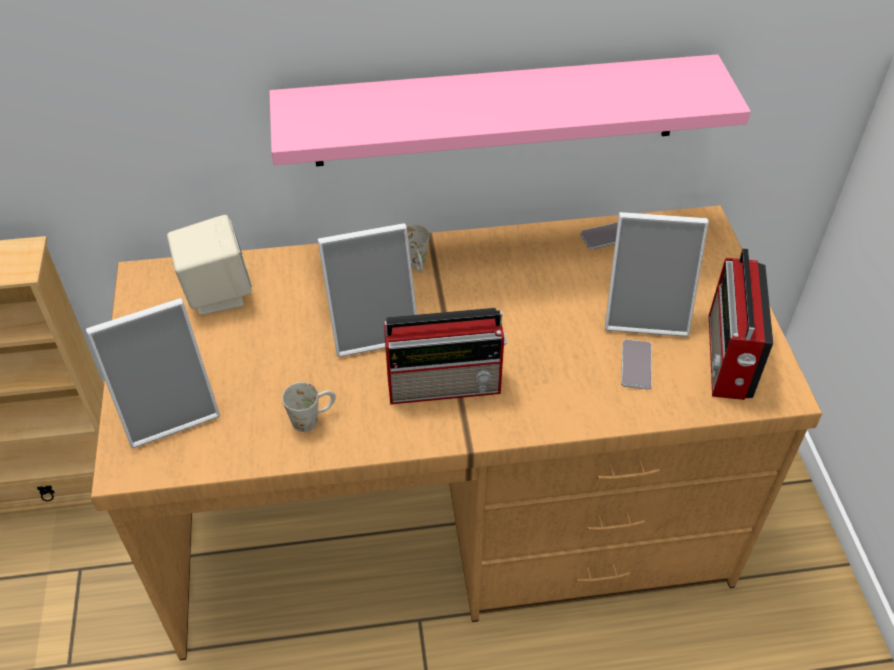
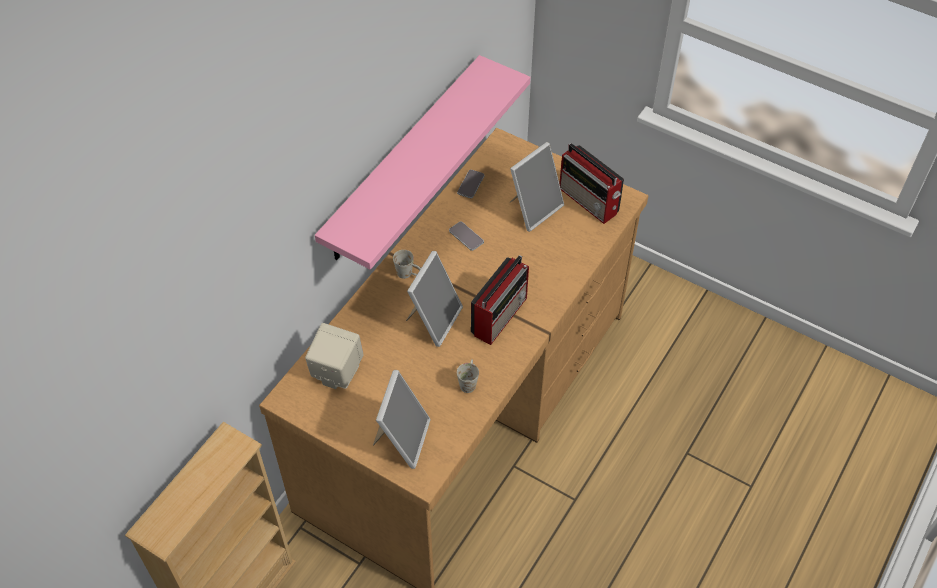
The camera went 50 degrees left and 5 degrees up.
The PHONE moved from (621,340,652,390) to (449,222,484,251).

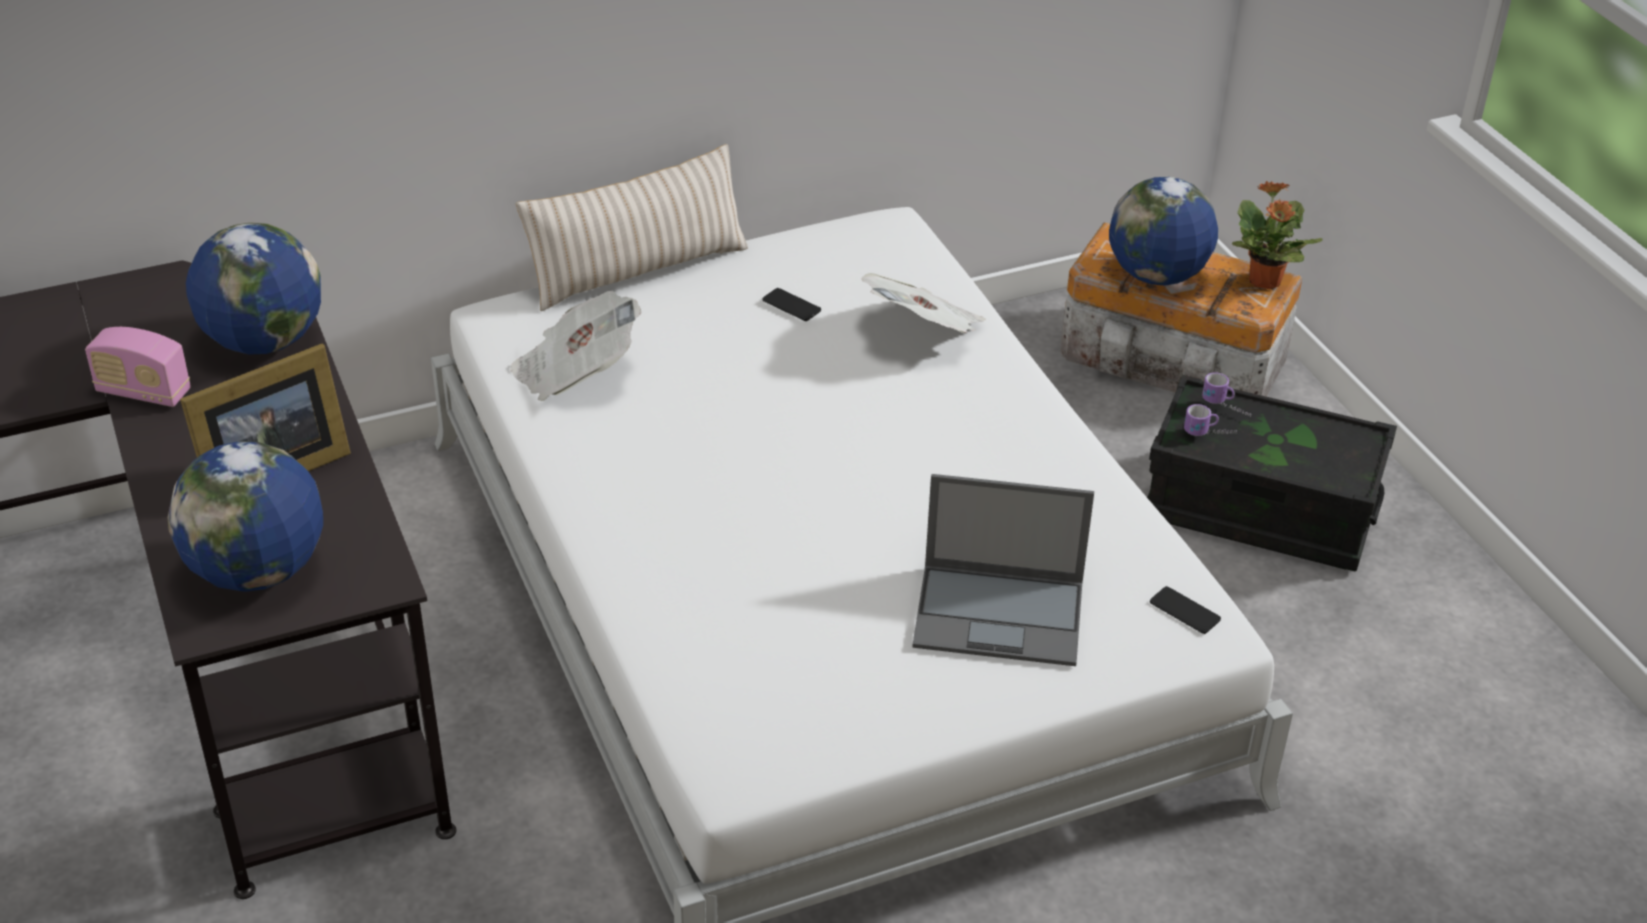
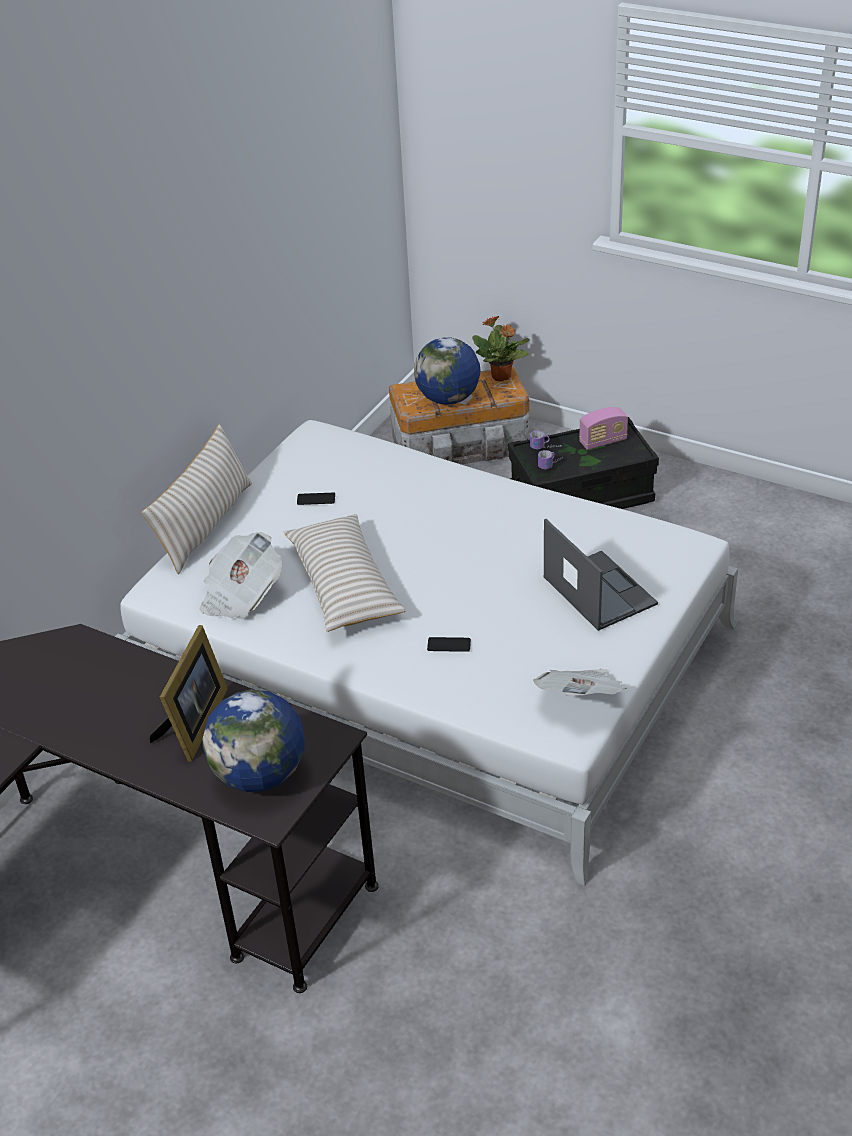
The camera went 35 degrees left and 0 degrees up.
The RADIO moved from (85,327,191,407) to (579,407,628,450).
The WORLD GLOBE at (186,223,321,354) disappeared.
The NEWSPAPER moved from (861,273,985,333) to (533,669,627,696).
The PORTABLE COMPUTER at (912,474,1094,666) turned 90 degrees counterclockwise.
The PHONE moved from (1150,586,1221,634) to (427,637,471,652).
The BEIGE-COLOURED THROW PILLOW at (283,514,406,632) appeared.

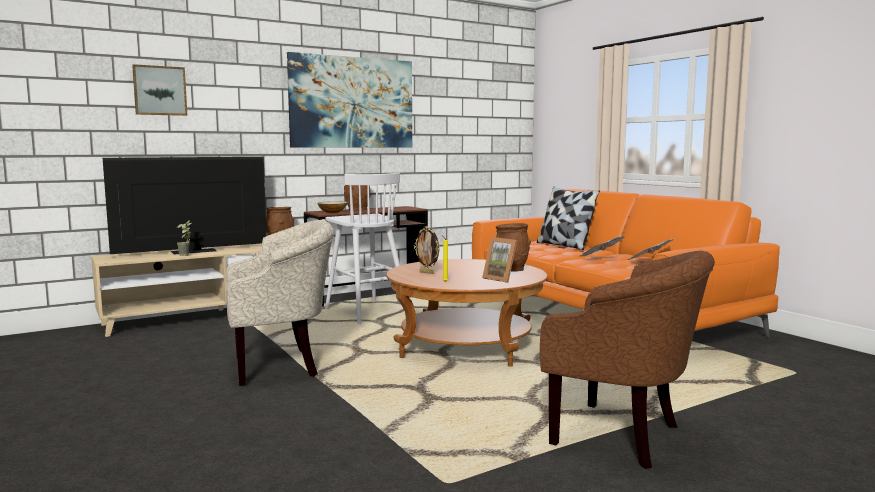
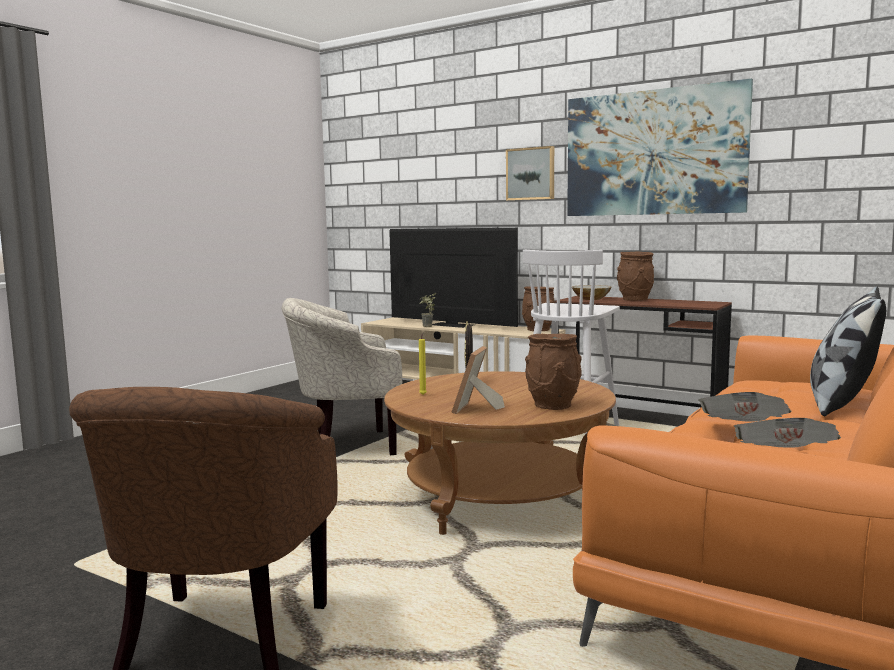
The camera went 65 degrees right and 0 degrees up.
The WALL ART moved from (132,64,187,116) to (506,146,554,201).
The BEIGE-COLOURED ARMCHAIR at (226,220,335,386) turned 120 degrees clockwise.

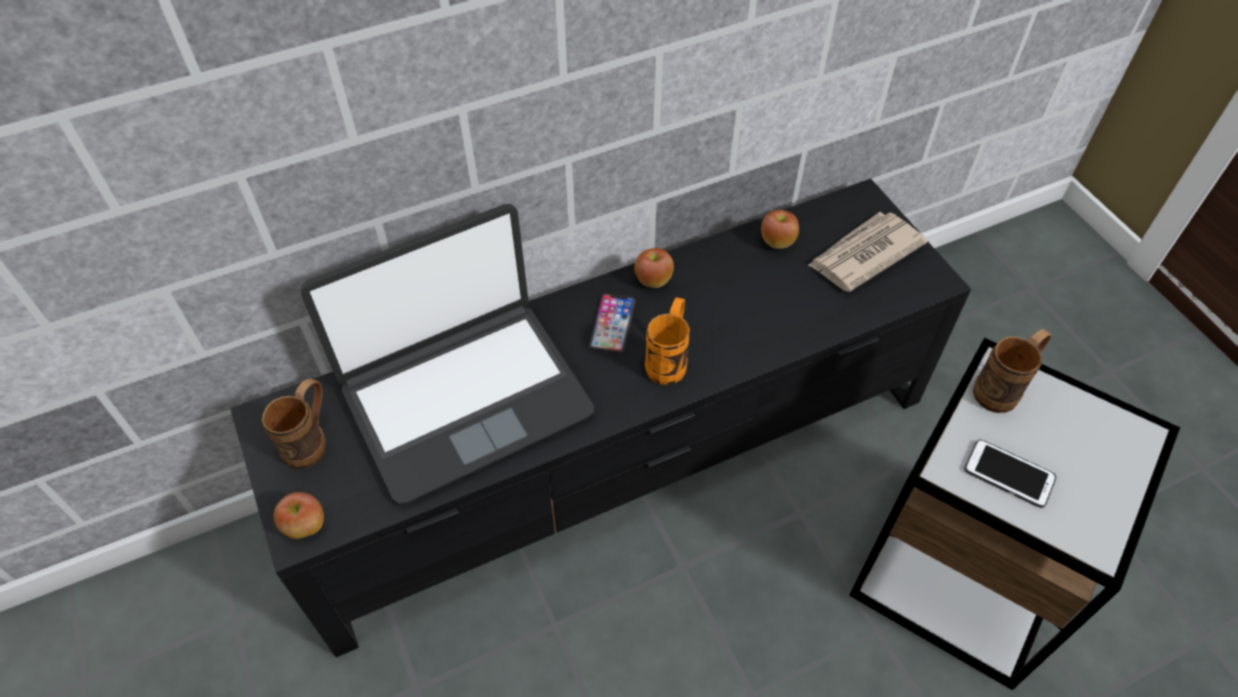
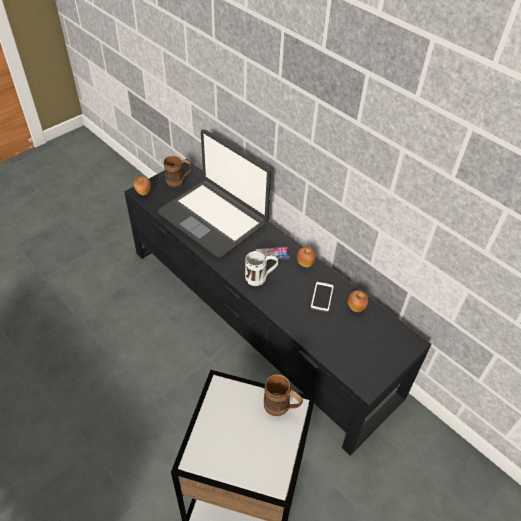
The camera went 70 degrees right and 5 degrees down.
The ORANGEY COFFEE MUG at (645,297,690,385) became the WHITE-COLOURED COFFEE MUG at (245,251,278,286).
The NEWSPAPER at (807,212,927,292) disappeared.
The PHONE moved from (964,439,1056,508) to (310,281,334,312).

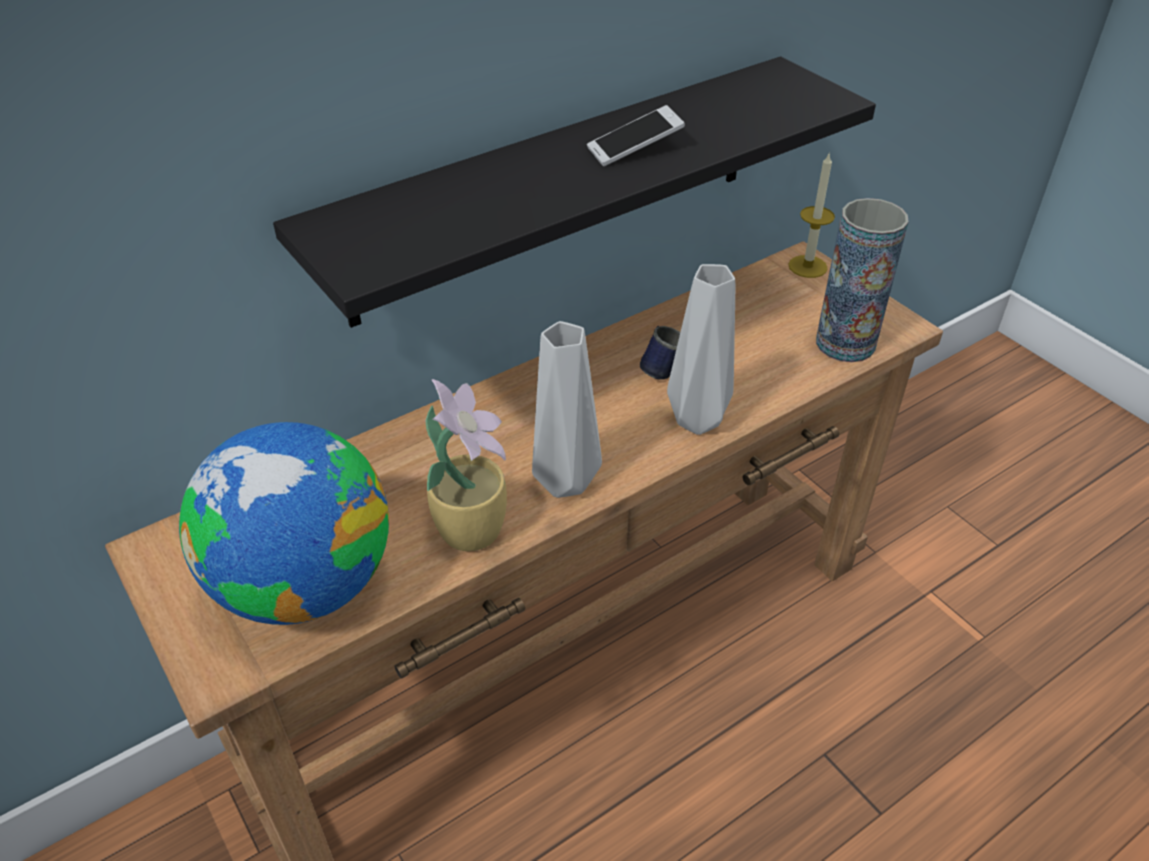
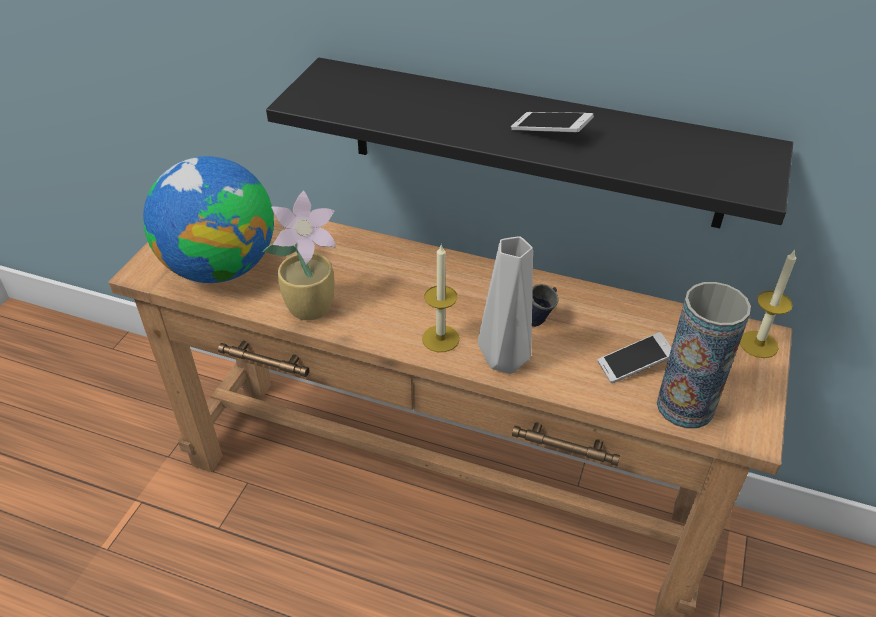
The camera went 55 degrees right and 0 degrees up.
The GRAY VASE at (532,321,602,498) disappeared.
The WAX LIGHT at (422,245,459,352) appeared.
The PHONE at (598,332,672,383) appeared.

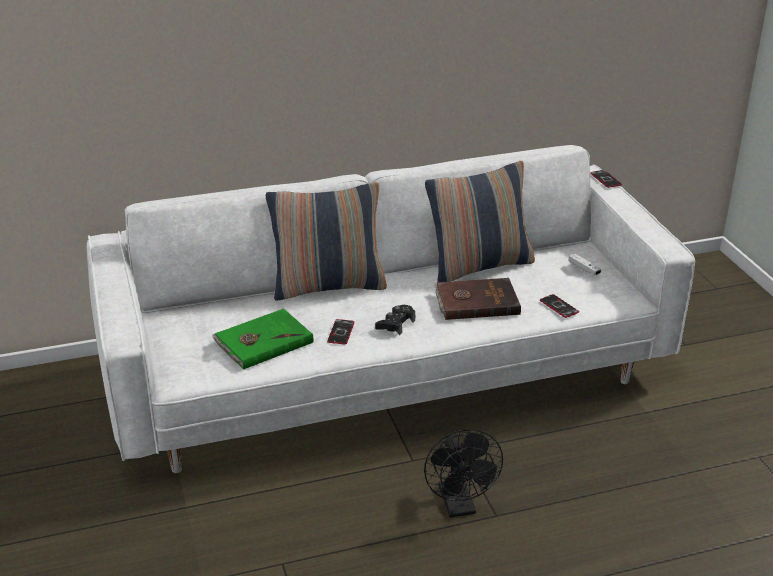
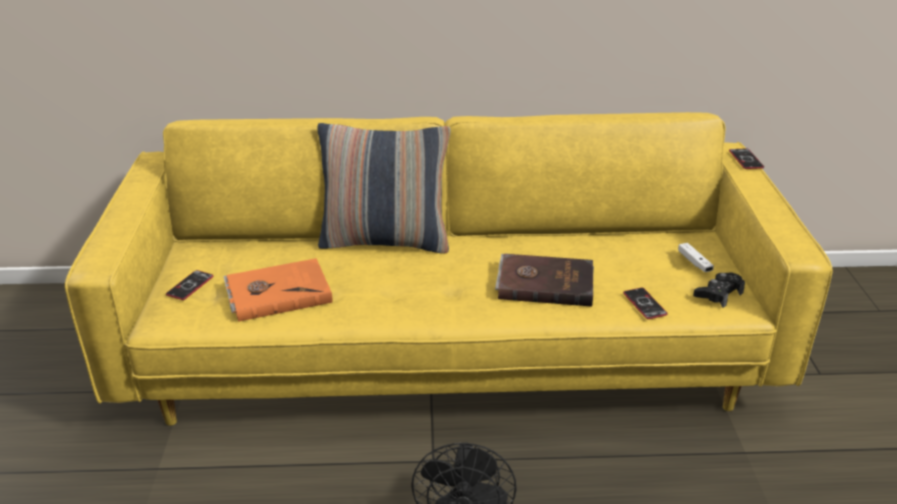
The camera went 15 degrees right and 0 degrees up.
The WHITE-COLOURED COUCH at (86,145,695,473) became the YELLOW-COLOURED COUCH at (65,112,832,426).
The GREENISH BOUND BOOK at (212,309,313,370) became the ORANGEY BOUND BOOK at (223,258,333,322).
The PHONE moved from (327,319,355,344) to (166,270,213,300).
The BLACKISH GAMEPAD moved from (375,305,415,335) to (693,272,745,308).
The THROW PILLOW at (425,161,535,282) disappeared.

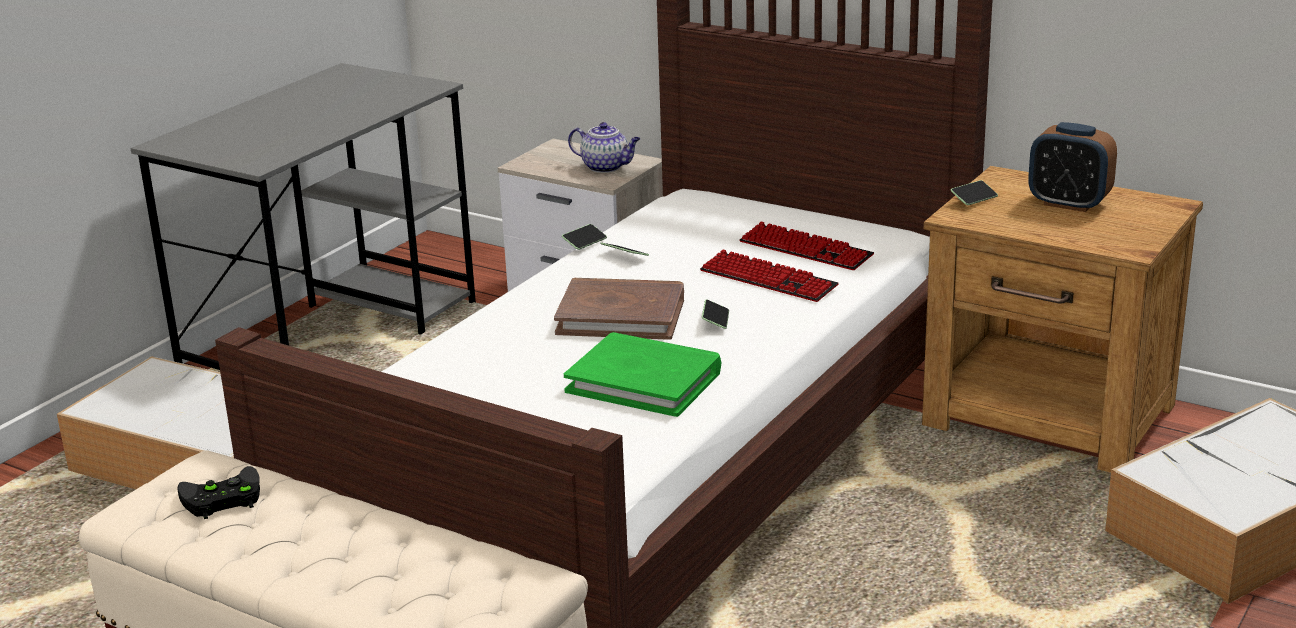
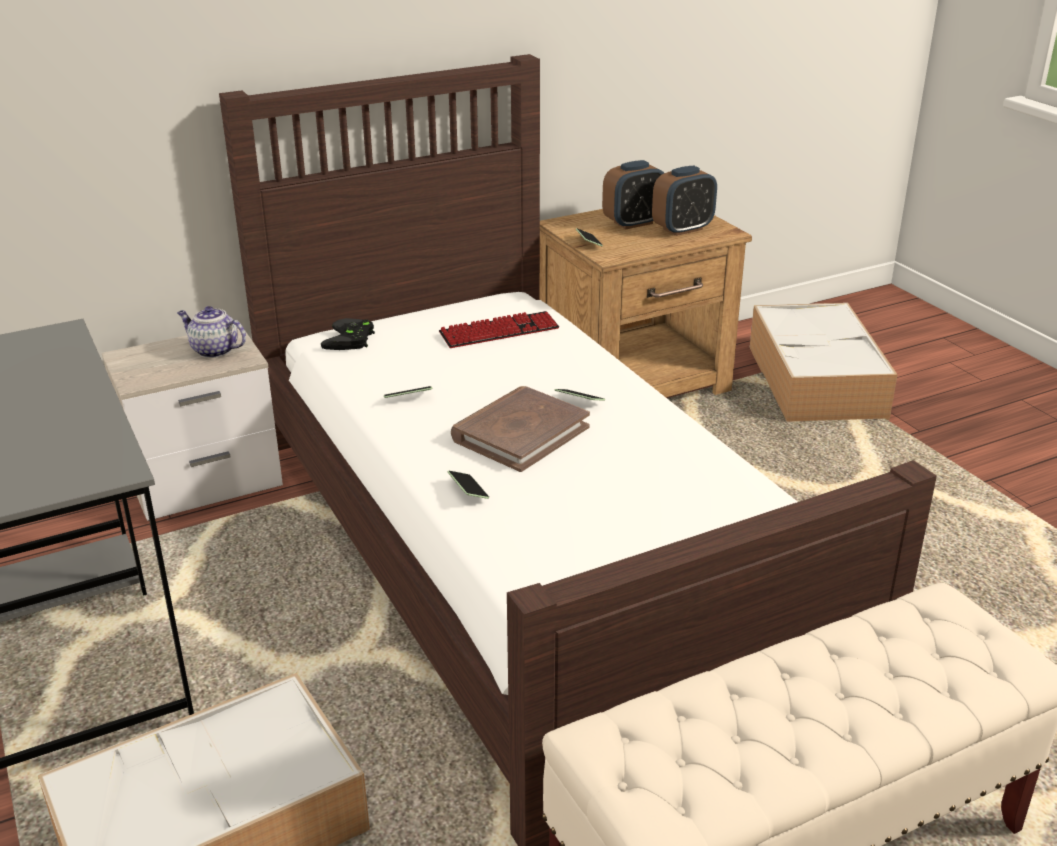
The camera went 60 degrees left and 5 degrees up.
The BLACKISH GAMEPAD moved from (178,466,260,519) to (321,318,375,350).
The PHONE moved from (562,224,607,250) to (448,471,489,499).
The GREENISH BOUND BOOK at (564,332,721,417) disappeared.
The POT FOR TEA at (568,122,640,173) turned 120 degrees counterclockwise.
The COMPUTER KEYBOARD at (700,250,839,302) disappeared.
The TABLE CLOCK at (652,166,717,236) appeared.

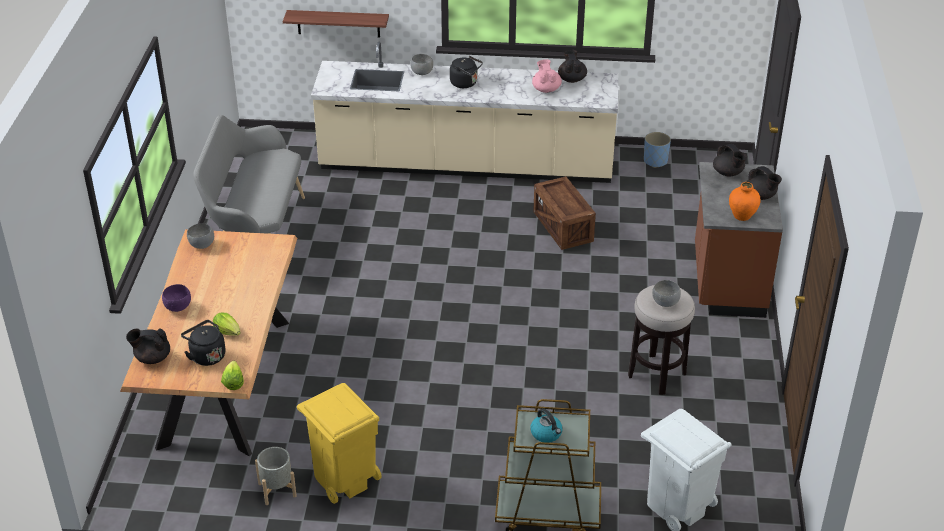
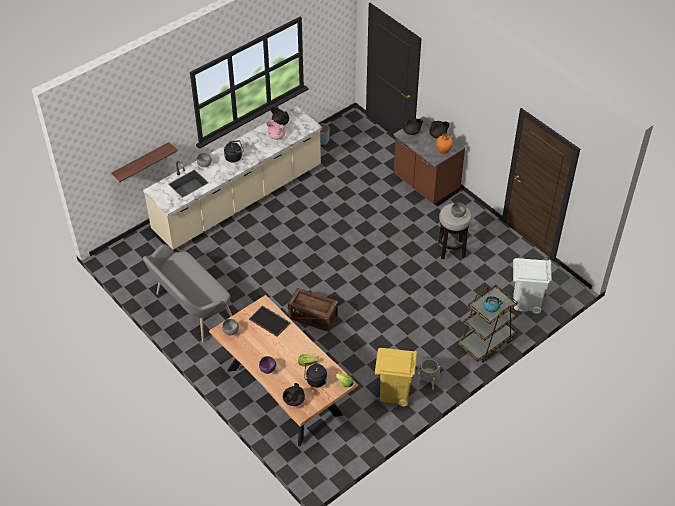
The camera went 45 degrees left and 10 degrees up.
The GRAY FLOWER POT moved from (255,447,297,505) to (417,359,441,390).
The PACKING CRATE moved from (533,176,596,250) to (288,288,338,332).
The TRAY at (249,305,290,337) appeared.

